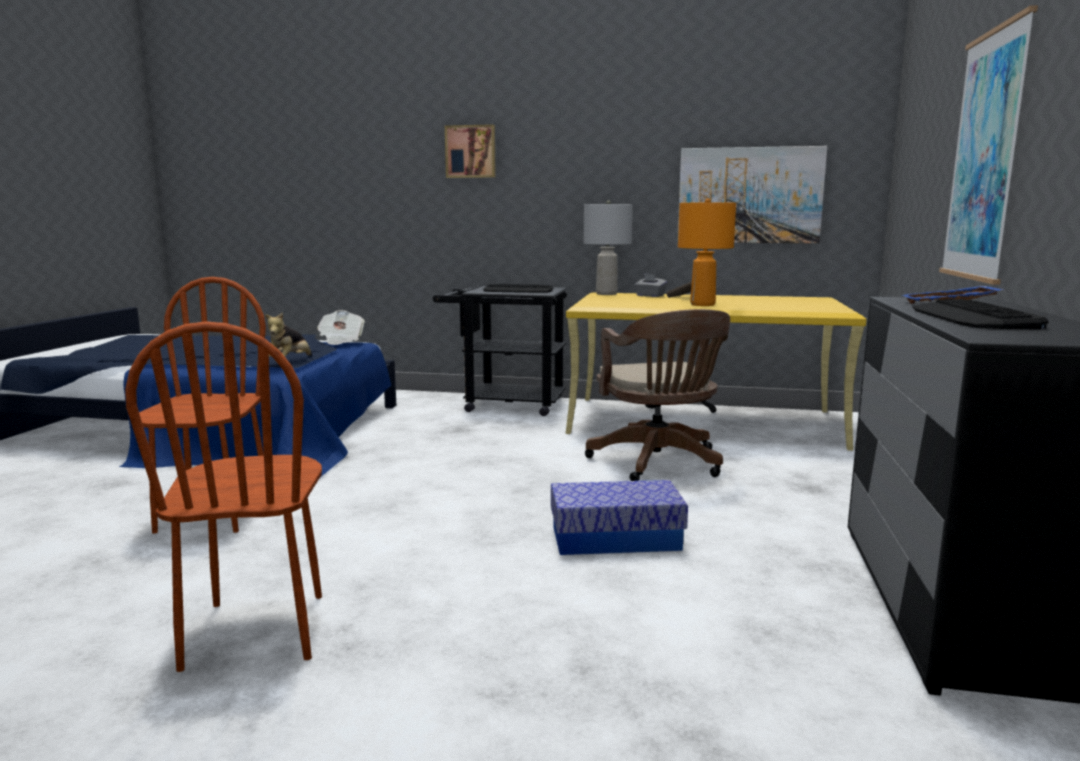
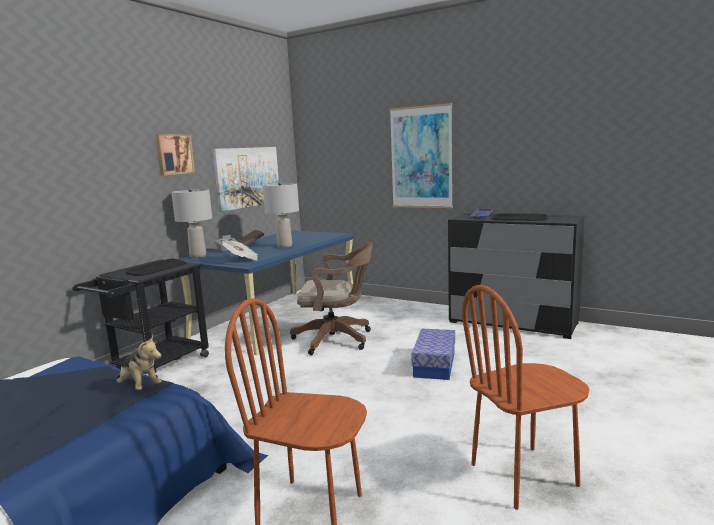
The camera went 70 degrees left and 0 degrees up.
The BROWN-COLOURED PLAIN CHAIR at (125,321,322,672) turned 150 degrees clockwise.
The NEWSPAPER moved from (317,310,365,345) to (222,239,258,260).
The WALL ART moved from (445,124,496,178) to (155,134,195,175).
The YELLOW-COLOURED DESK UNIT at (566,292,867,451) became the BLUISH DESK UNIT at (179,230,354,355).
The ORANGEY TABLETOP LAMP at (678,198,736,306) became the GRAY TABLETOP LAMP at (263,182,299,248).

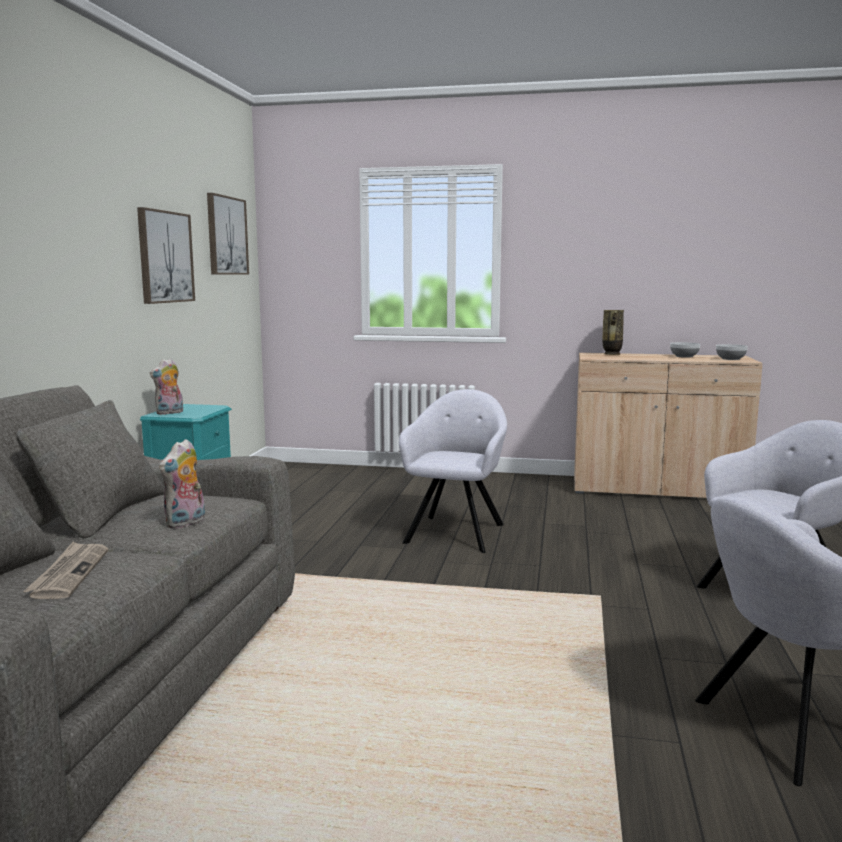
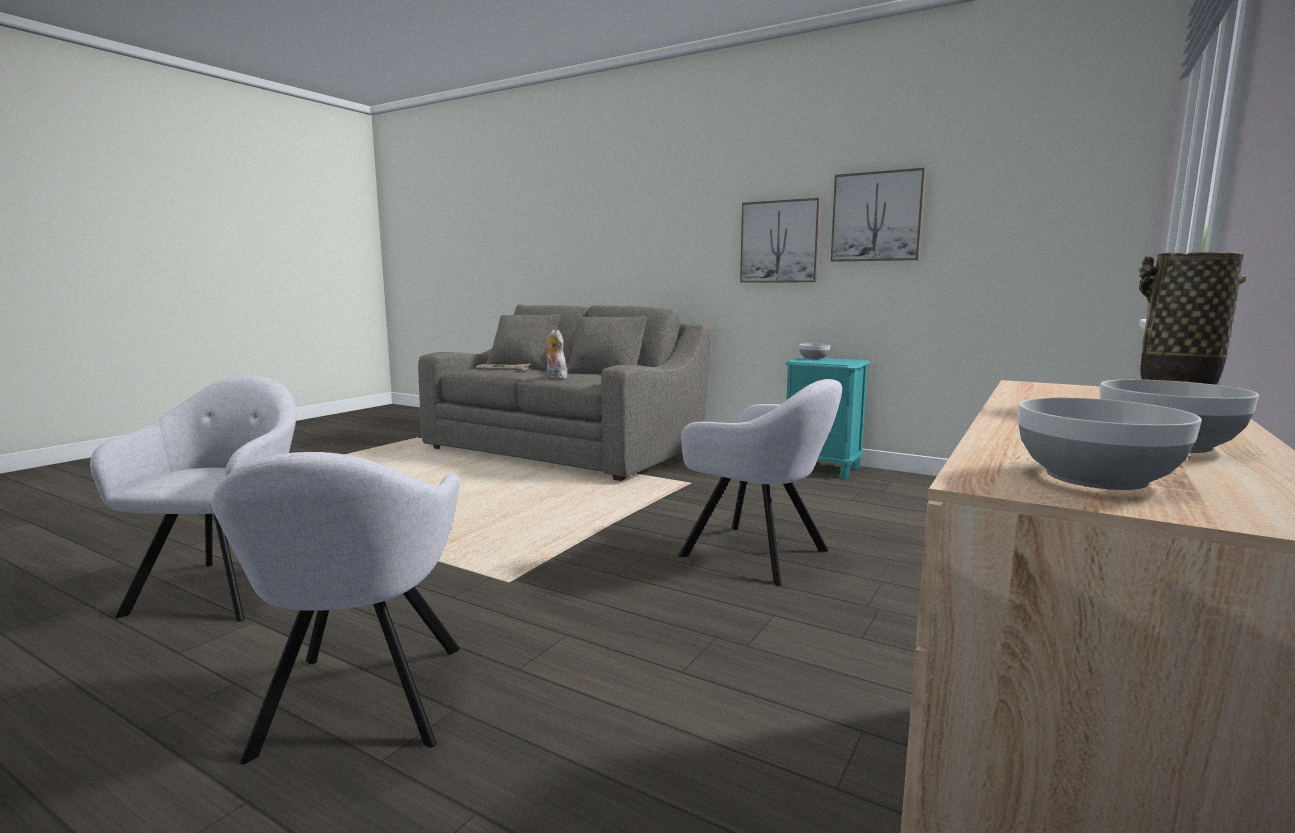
The camera went 110 degrees right and 0 degrees up.
The CUDDLY TOY at (150,358,183,415) was replaced by the BOWL at (799,343,830,360).
The WALL ART moved from (207,193,249,275) to (740,198,821,282).

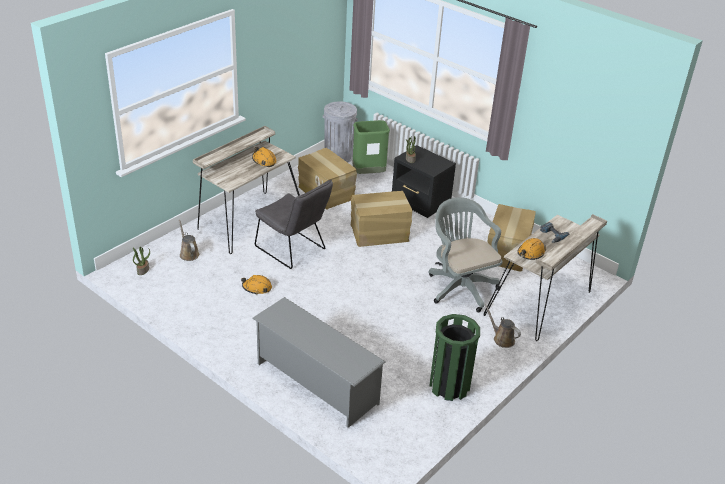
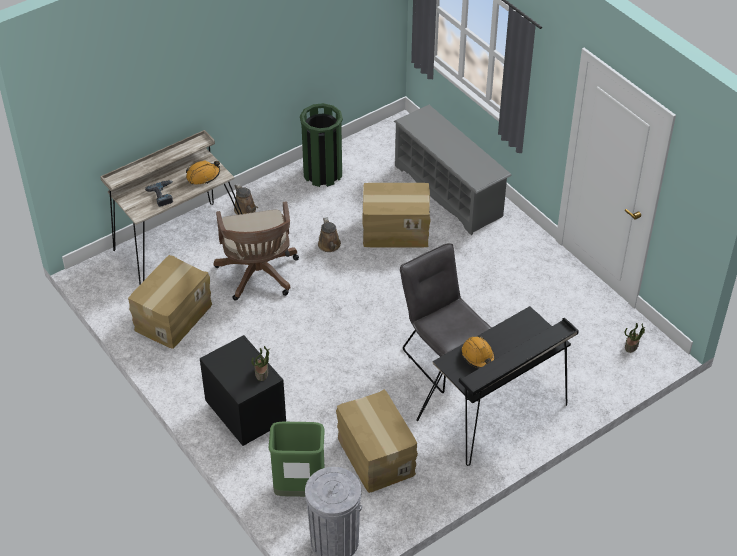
The camera went 165 degrees left and 10 degrees up.
The BROWN-COLOURED WATERING POT moved from (179,220,199,261) to (318,217,341,252).
The BEIGE-COLOURED DESK UNIT at (193,126,300,254) became the BLACKISH DESK UNIT at (417,306,579,466).
The ORANGEY WORK HELMET at (241,275,272,294) disappeared.
The PACKING BOX moved from (351,191,412,247) to (362,183,430,247).
The GRAY OFFICE CHAIR at (428,197,502,312) became the BROWN-COLOURED OFFICE CHAIR at (214,201,299,301).

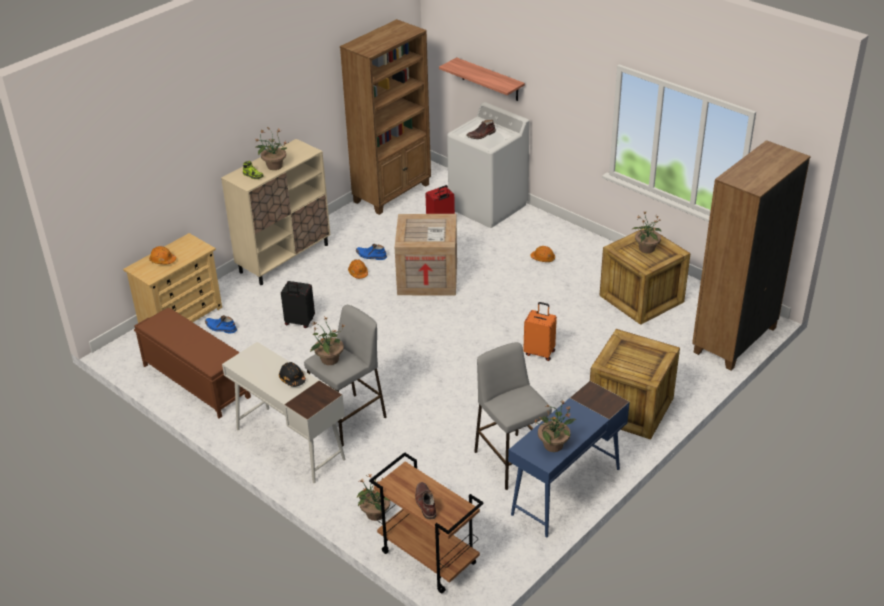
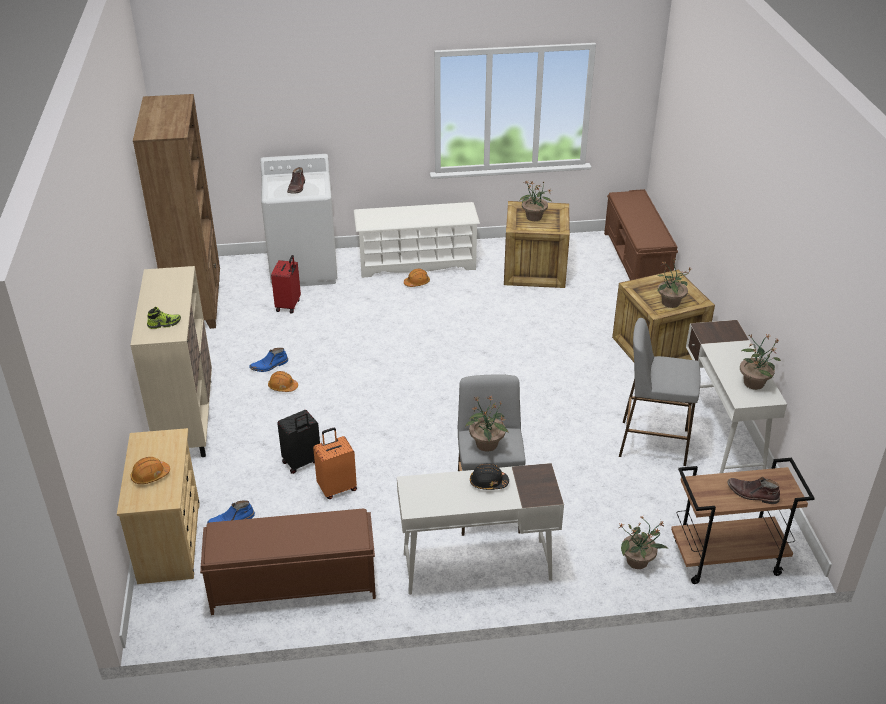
The camera went 50 degrees left and 0 degrees up.
The PLANT IN A POT moved from (256,127,287,170) to (657,259,691,308).
The PACKING CRATE at (395,214,457,295) disappeared.
The WALL SHELF at (439,57,525,101) disappeared.
The BLUISH DESK UNIT at (508,381,630,538) became the WHITE-COLOURED DESK UNIT at (686,320,787,473).
The ORANGEY TRAVEL CASE moved from (523,302,557,361) to (313,428,357,499).
The BROWN-COLOURED SHELVING UNIT at (692,140,811,371) was replaced by the BROWN-COLOURED BENCH at (604,189,678,280).
The WHITE-COLOURED SHOE SHELF at (354,202,480,278) appeared.

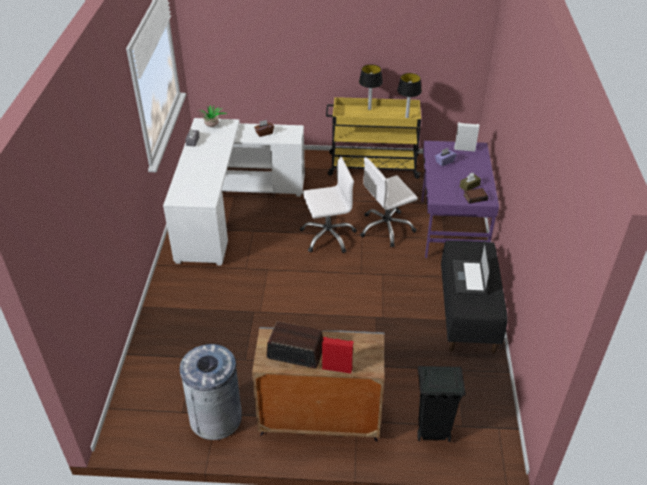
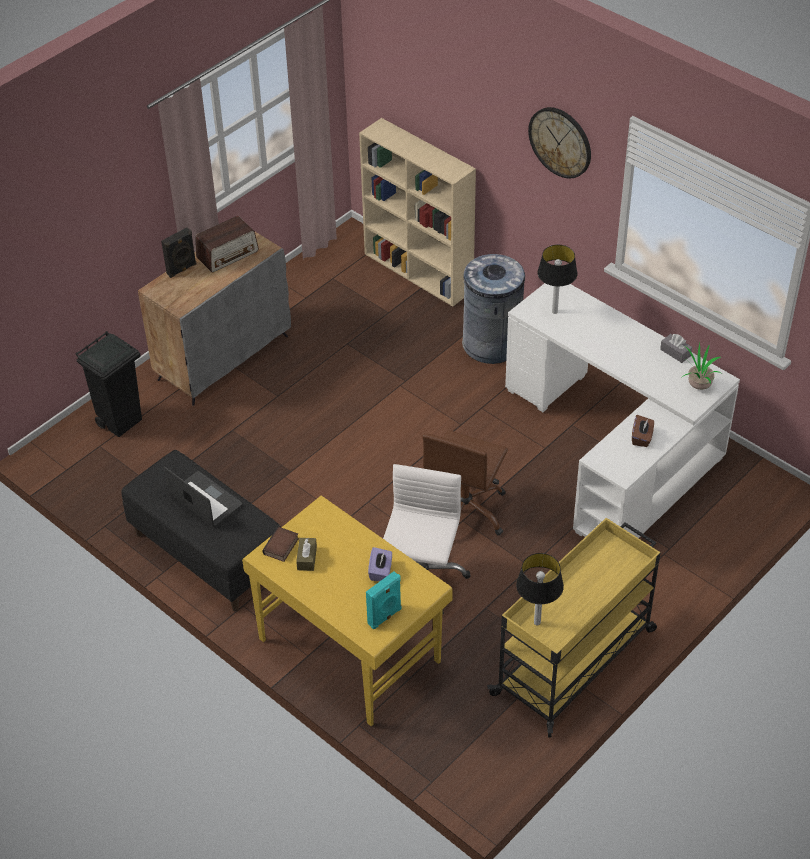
The camera went 130 degrees right and 5 degrees up.
The GRAY RUBBISH BIN moved from (180,344,242,440) to (462,254,525,364).
The WHITE-COLOURED OFFICE CHAIR at (300,157,357,253) became the BROWN-COLOURED OFFICE CHAIR at (422,430,508,536).
The REDDISH LOUDSPEAKER at (322,337,354,373) became the BLACKISH LOUDSPEAKER at (161,228,196,278).
The TABLETOP LAMP moved from (359,64,383,110) to (537,245,578,314).
The PURPLISH DESK UNIT at (421,141,499,258) became the YELLOW-COLOURED DESK UNIT at (242,496,453,726).
The WHITE-COLOURED LOUDSPEAKER at (454,123,480,152) became the BLUE-GREEN LOUDSPEAKER at (366,571,401,629).
The BEIGE-COLOURED SHELVING UNIT at (359,118,476,307) appeared.
The WALL CLOCK at (528,107,591,179) appeared.

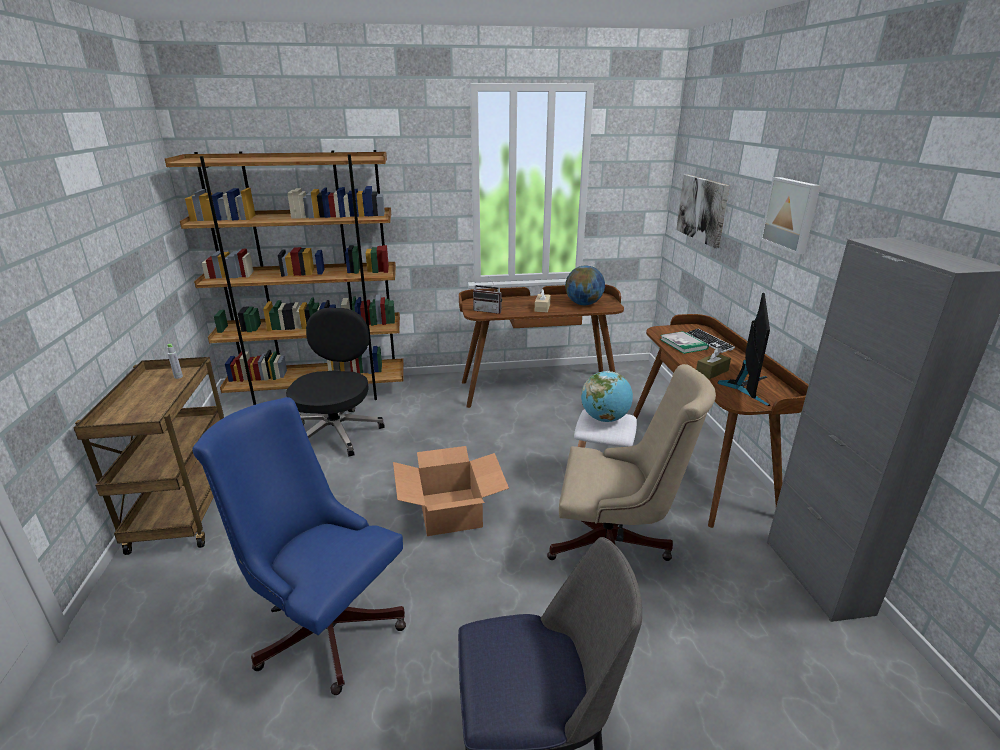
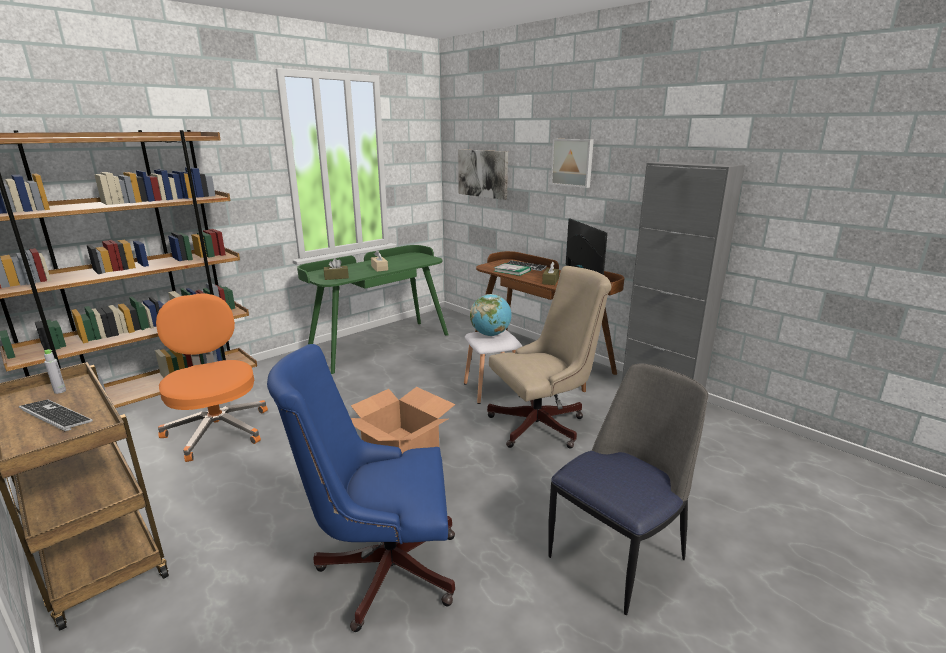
The camera went 35 degrees left and 5 degrees down.
The BLACKISH OFFICE CHAIR at (286,308,385,457) became the ORANGEY OFFICE CHAIR at (156,294,268,462).
The BROWN-COLOURED DESK UNIT at (459,284,624,408) became the GREENISH DESK UNIT at (297,245,448,374).
The RADIO at (473,276,502,314) was replaced by the BROWN-COLOURED TISSUE BOX at (324,258,349,280).
The WORLD GLOBE at (565,265,605,305) disappeared.
The COMPUTER KEYBOARD at (19,399,93,431) appeared.

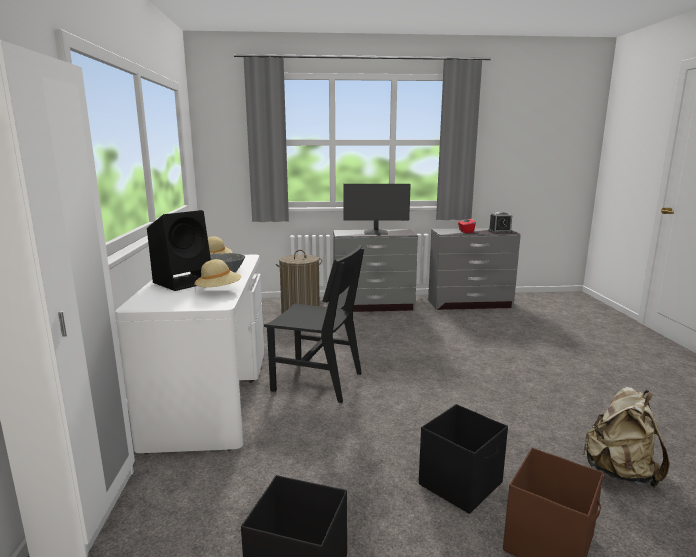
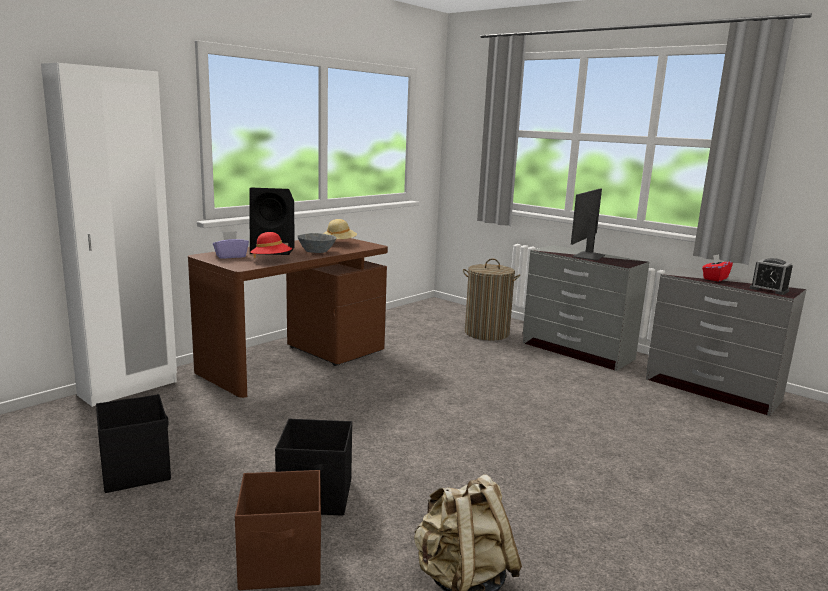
The camera went 45 degrees right and 0 degrees up.
The WHITE-COLOURED DESK UNIT at (115,255,264,454) became the BROWN-COLOURED DESK UNIT at (188,238,388,398).
The BEIGE-COLOURED HAT at (194,259,241,287) became the REDDISH HAT at (250,232,292,258).
The BLACKISH PLAIN CHAIR at (264,245,364,403) disappeared.
The COMPUTER SCREEN at (343,184,411,234) turned 75 degrees clockwise.
The PURPLISH TISSUE BOX at (213,231,249,259) appeared.

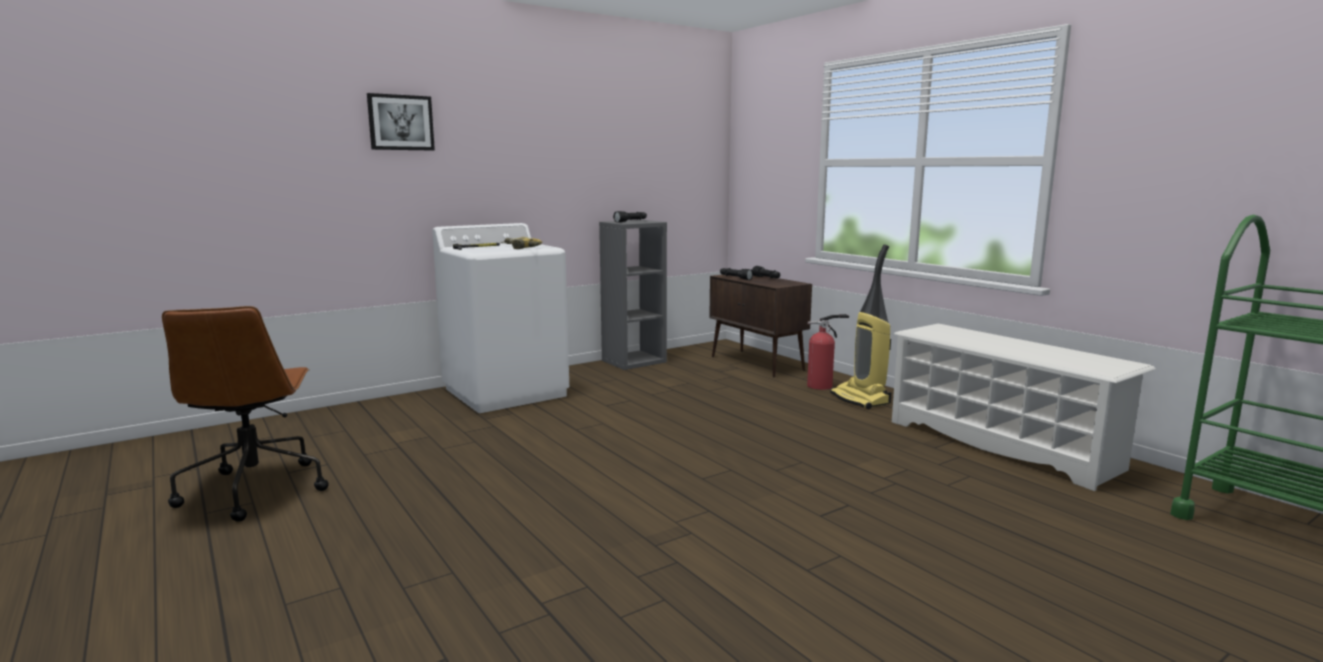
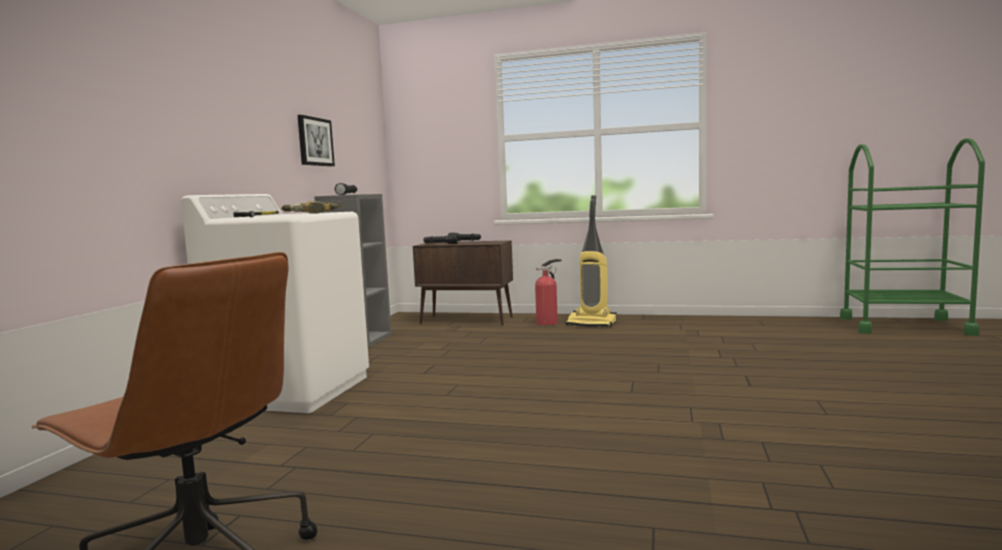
The camera went 40 degrees left and 5 degrees down.
The WALL ART moved from (367,93,435,150) to (298,115,335,166).
The WHITE-COLOURED SHOE SHELF at (892,324,1156,491) disappeared.

